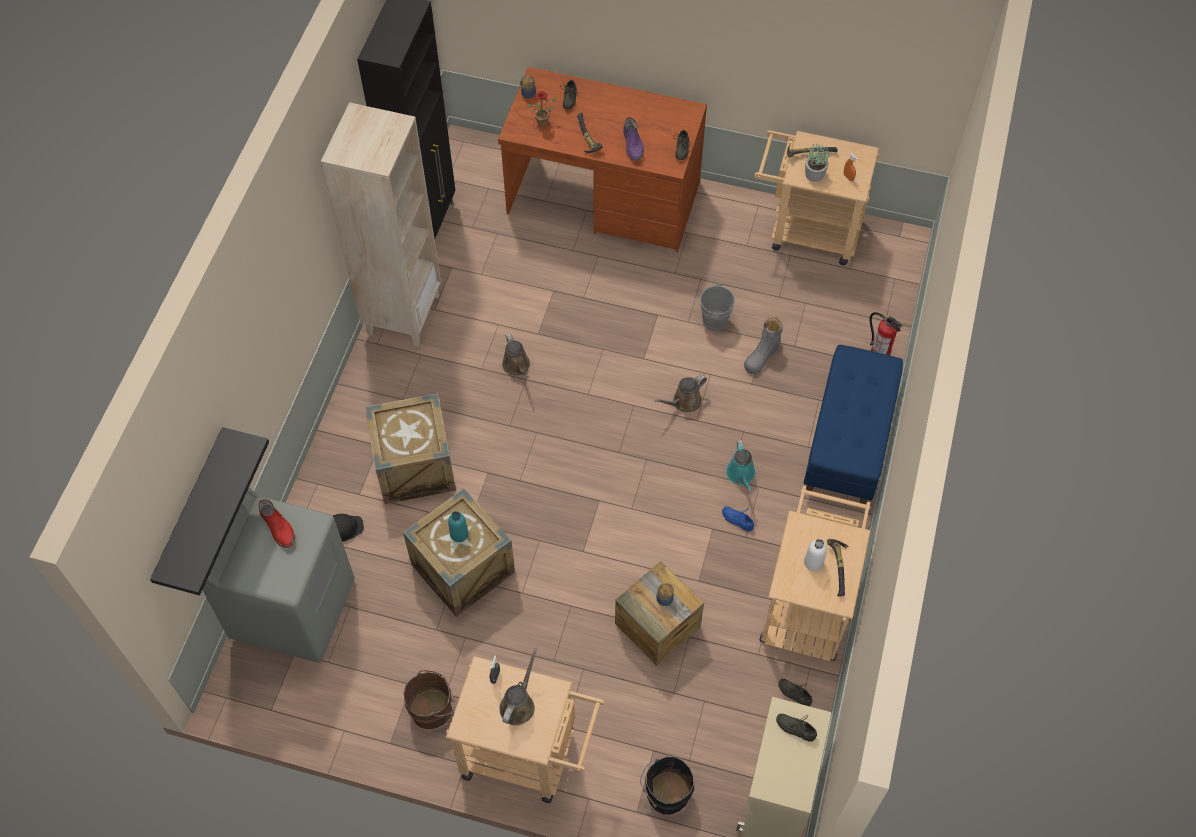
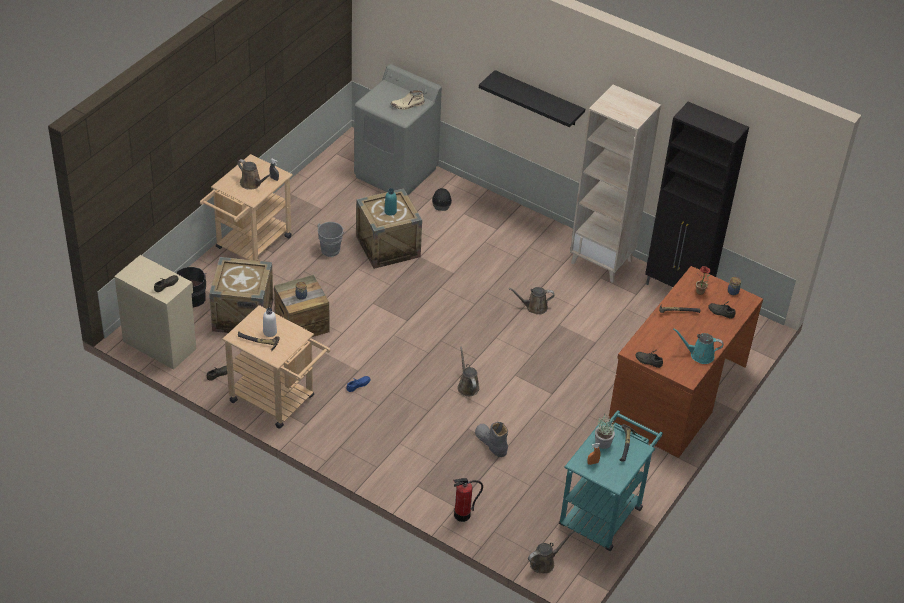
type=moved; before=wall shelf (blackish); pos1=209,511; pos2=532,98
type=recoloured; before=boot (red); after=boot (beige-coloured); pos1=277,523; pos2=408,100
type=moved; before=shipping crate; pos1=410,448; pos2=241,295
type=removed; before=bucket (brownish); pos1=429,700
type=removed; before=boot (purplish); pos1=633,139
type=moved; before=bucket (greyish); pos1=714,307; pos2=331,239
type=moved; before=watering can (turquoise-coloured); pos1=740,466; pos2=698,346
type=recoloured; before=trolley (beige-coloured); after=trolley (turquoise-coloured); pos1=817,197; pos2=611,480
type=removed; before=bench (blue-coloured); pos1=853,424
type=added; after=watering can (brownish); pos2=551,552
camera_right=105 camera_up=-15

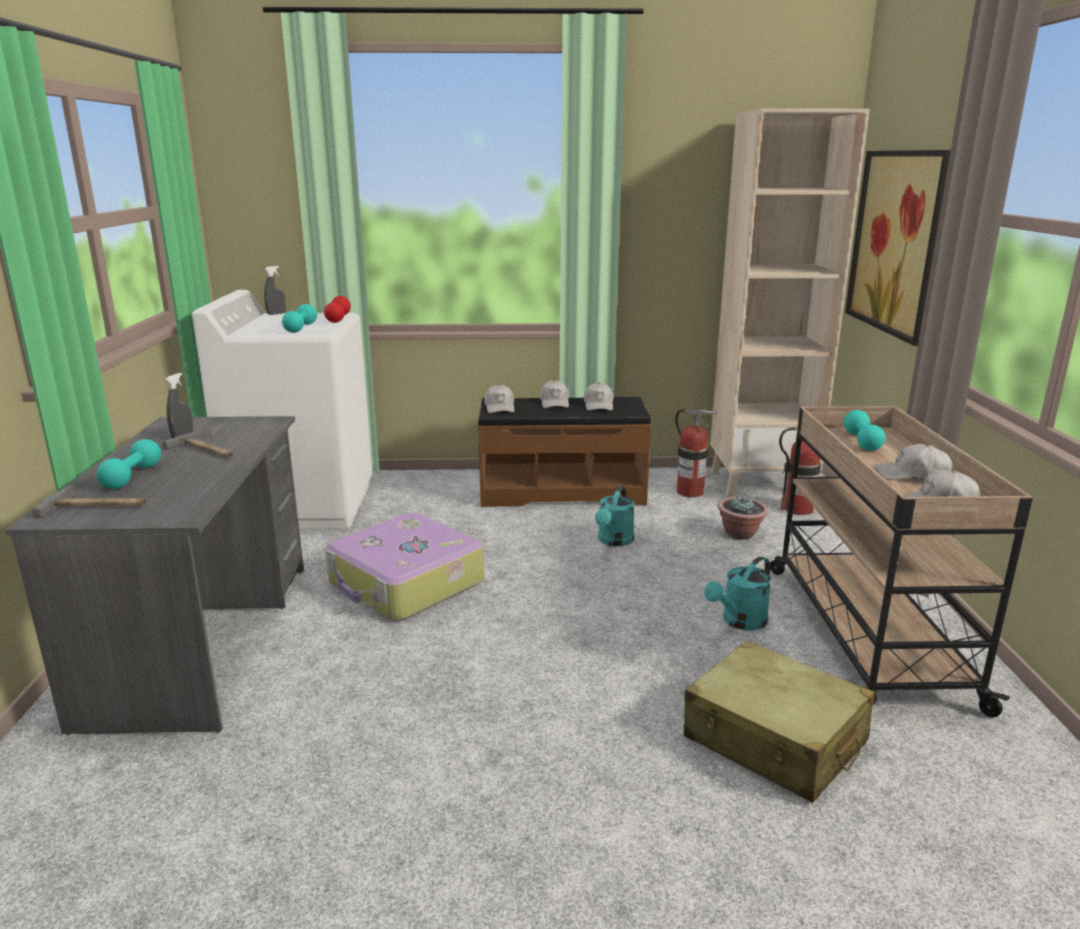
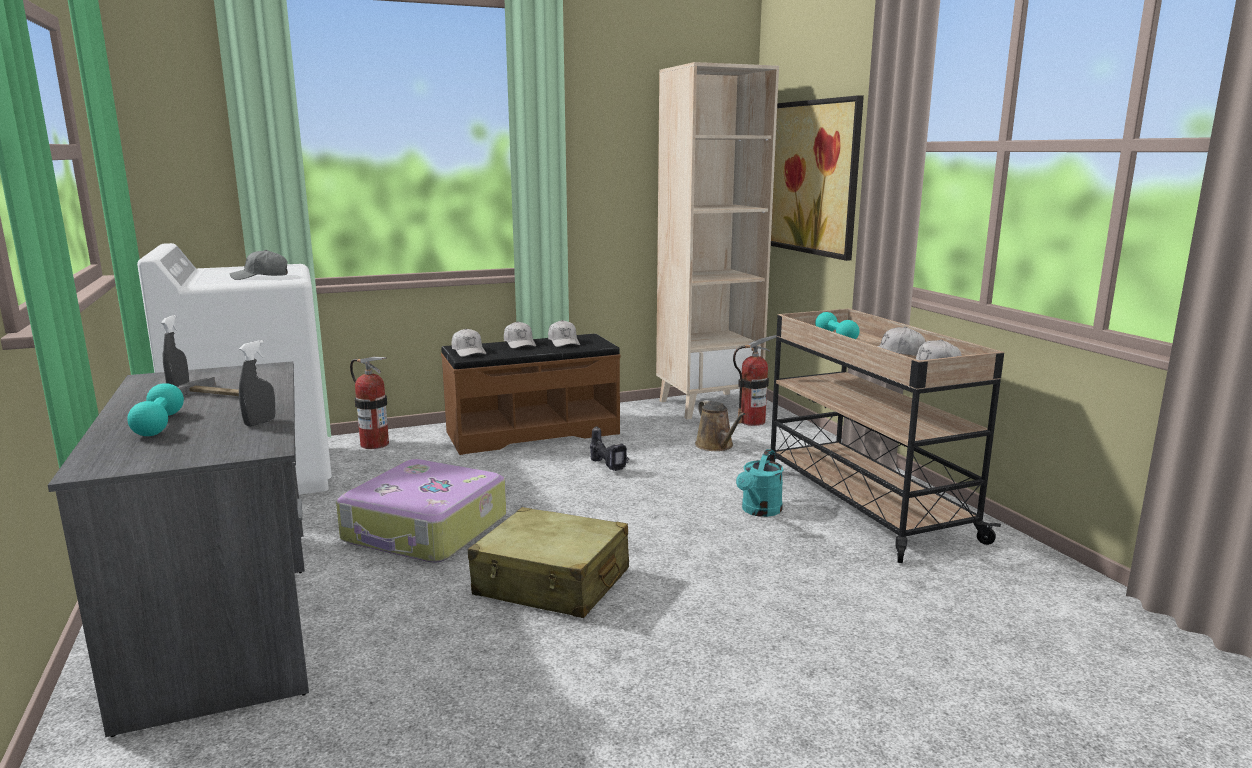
type=removed; before=hand hammer; pos1=89,502
type=moved; before=spray bottle (greyish); pos1=275,290; pos2=257,383
type=replaced; before=hand weight (turquoise-coloured); after=cap (greyish); pos1=299,318; pos2=259,265
type=removed; before=hand weight (red); pos1=337,309
type=replaced; before=watering can (turquoise-coloured); after=electric drill; pos1=615,515; pos2=609,448
type=moved; before=fire extinguisher; pos1=696,453; pos2=369,403
type=moved; before=piece of luggage (beige-coloured); pos1=779,722; pos2=548,562
type=replaced; before=potted plant; after=watering can (brownish); pos1=743,518; pos2=720,425
camera_right=-20 camera_up=-5

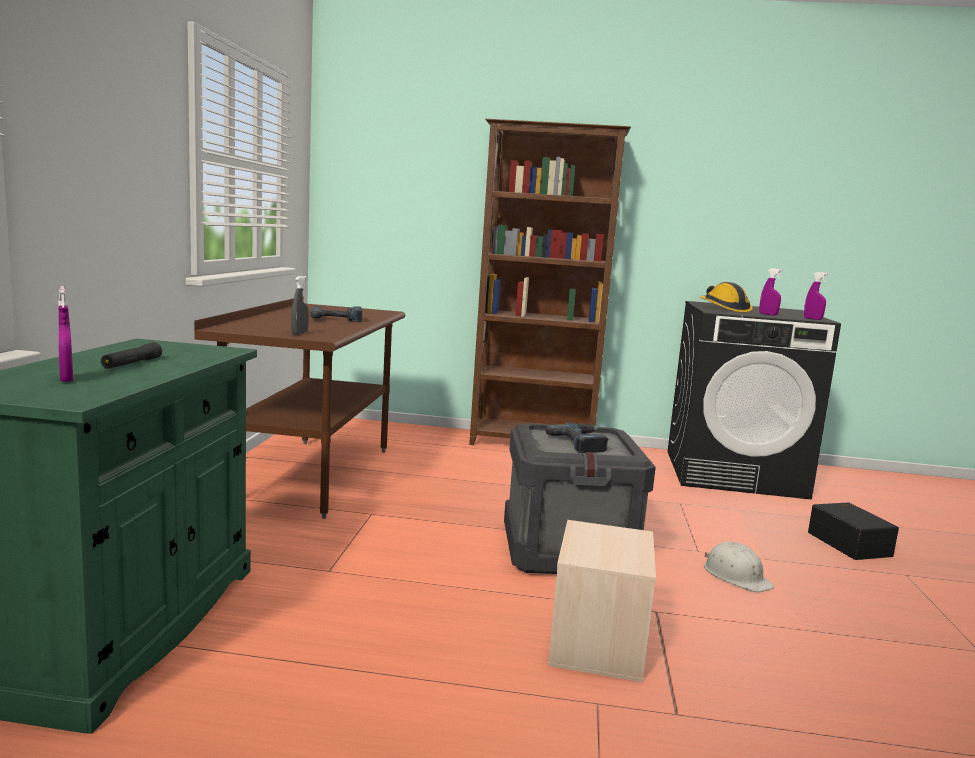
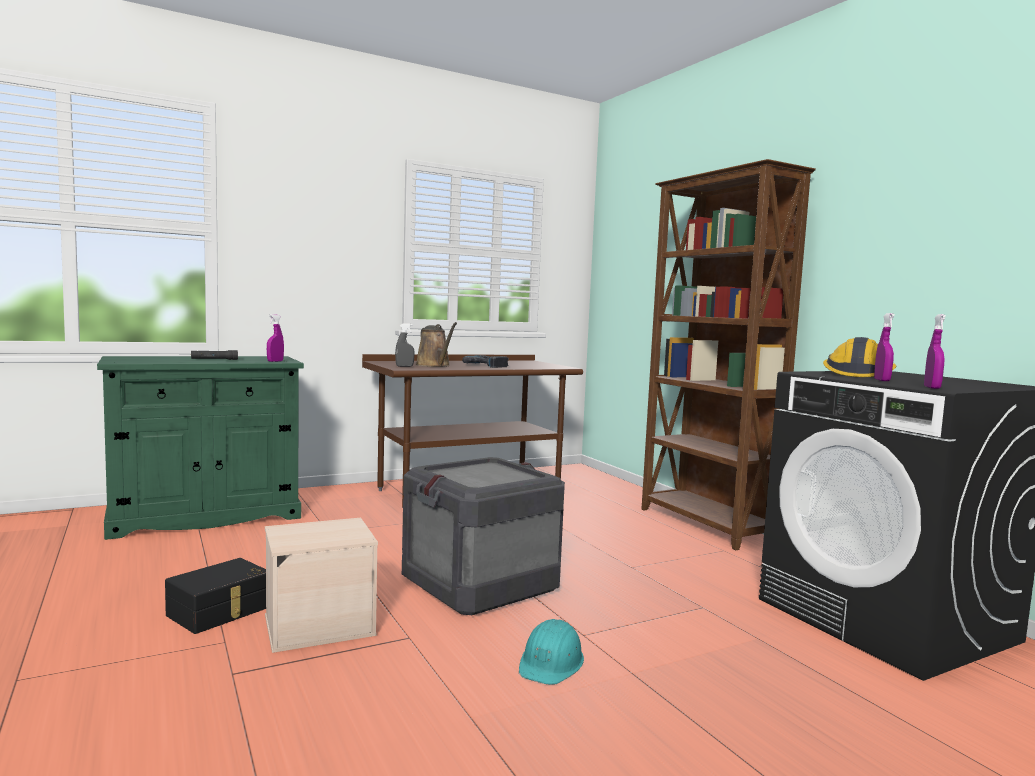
type=moved; before=spray bottle (purplish); pos1=65,334; pos2=275,338
type=removed; before=electric drill; pos1=577,438
type=recoloured; before=hard hat (white-coloured); after=hard hat (turquoise-coloured); pos1=739,566; pos2=551,652
type=moved; before=storage bin (blackish); pos1=853,531; pos2=215,596
type=added; after=watering can (brownish); pos2=436,344
camera_right=55 camera_up=-5

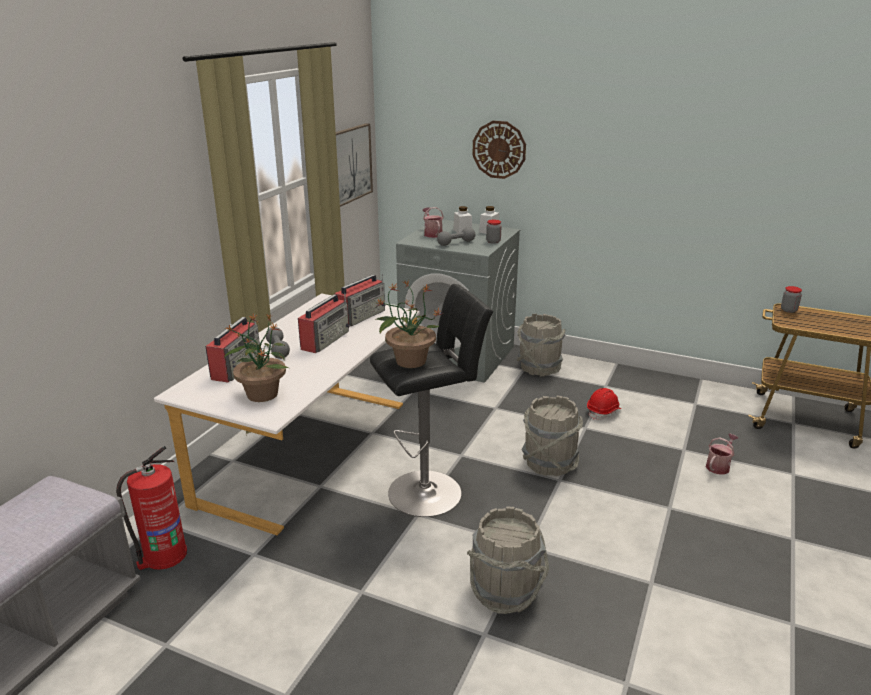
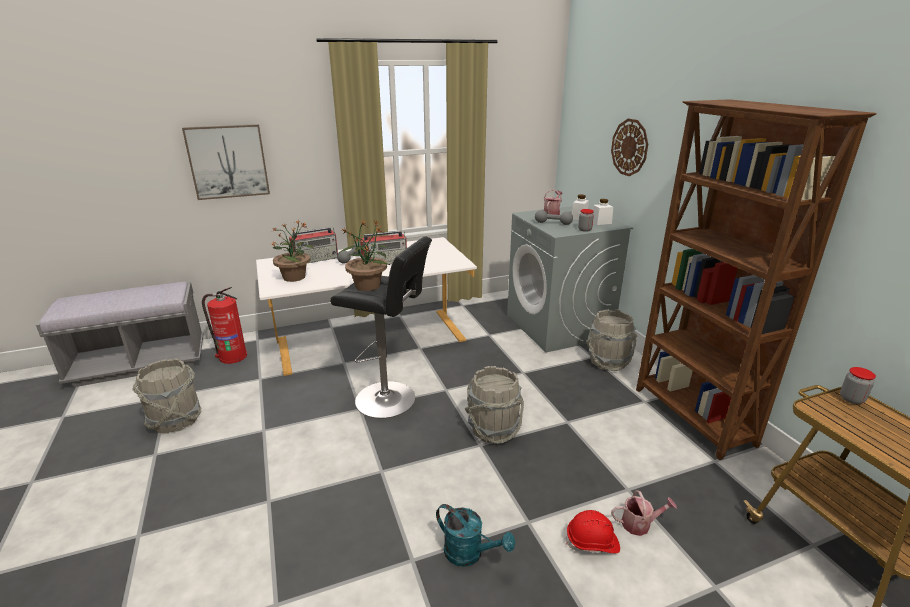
type=removed; before=radio; pos1=360,300
type=moved; before=wall art; pos1=354,165; pos2=226,162
type=moved; before=bucket (greyish); pos1=508,560; pos2=167,395
type=moved; before=hard hat (red); pos1=604,404; pos2=593,532
type=added; after=watering can (turquoise-coloured); pos2=475,535
type=added; after=shelving unit (brownish); pos2=756,279
camera_right=45 camera_up=0

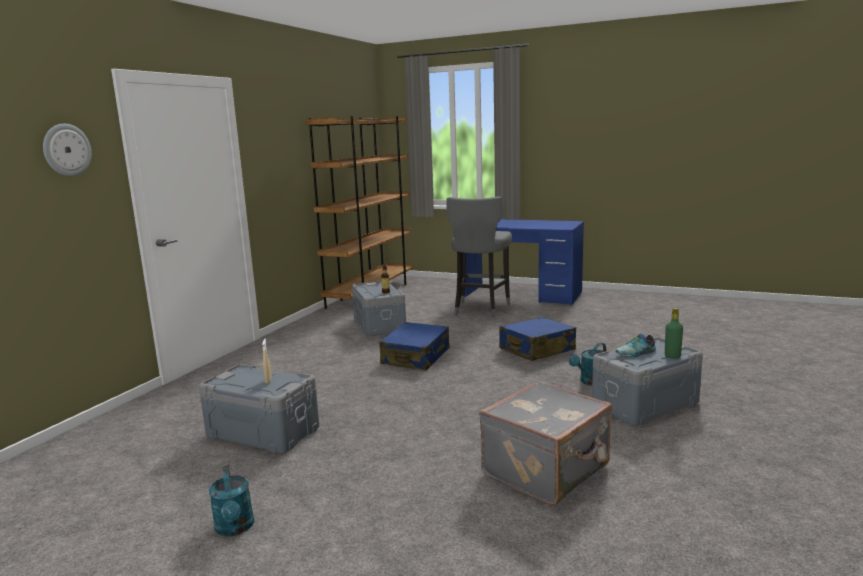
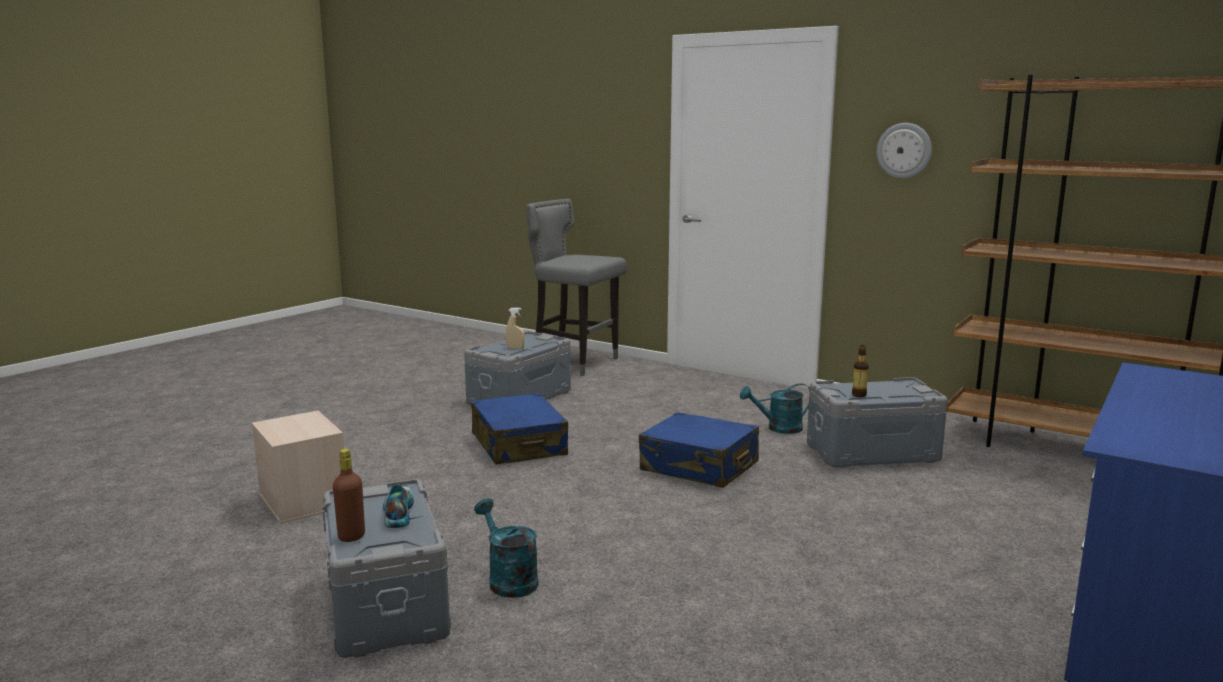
type=moved; before=hanging clock; pos1=67,150; pos2=904,151
type=moved; before=watering can (turquoise-coloured); pos1=231,500; pos2=775,408
type=moved; before=sitting stool (greyish); pos1=479,257; pos2=577,287
type=replaced; before=piece of luggage (greyish); after=storage bin (beige-coloured); pos1=545,442; pos2=298,467
type=moved; before=piece of luggage (blue-coloured); pos1=537,339; pos2=519,429
type=recoloured; before=beverage bottle (green-coloured); after=beverage bottle (brownish); pos1=674,333; pos2=349,495
camera_right=100 camera_up=0

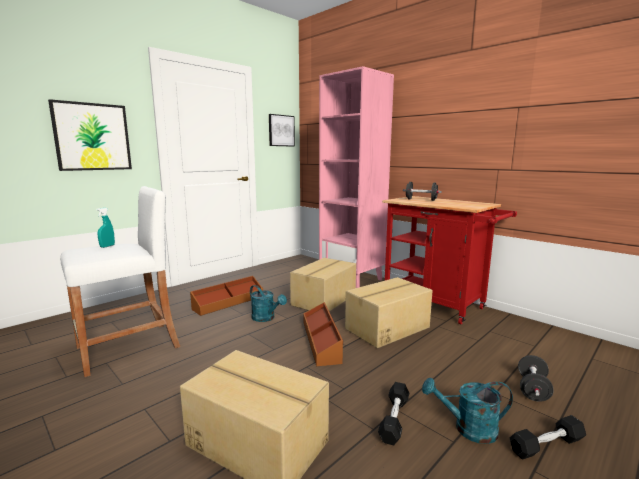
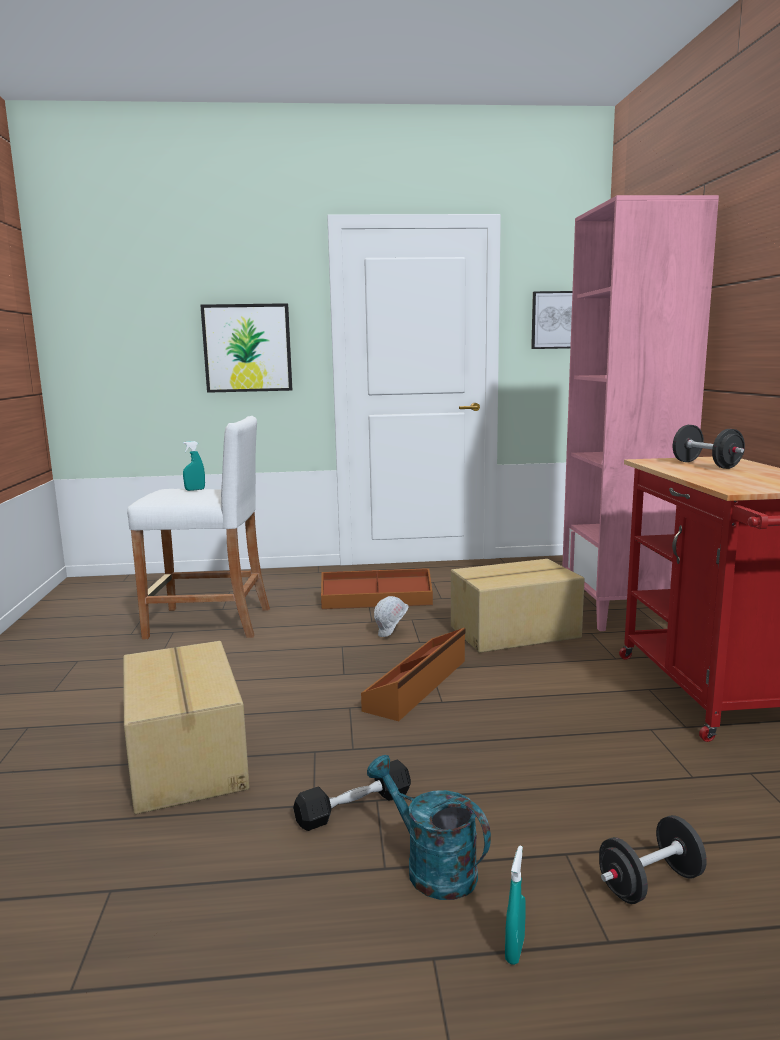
type=replaced; before=watering can (turquoise-coloured); after=hard hat (white-coloured); pos1=268,303; pos2=391,616
type=removed; before=cardboard box; pos1=388,312
type=replaced; before=hand weight (blackish); after=spray bottle (turquoise-coloured); pos1=548,437; pos2=515,905
camera_right=40 camera_up=0

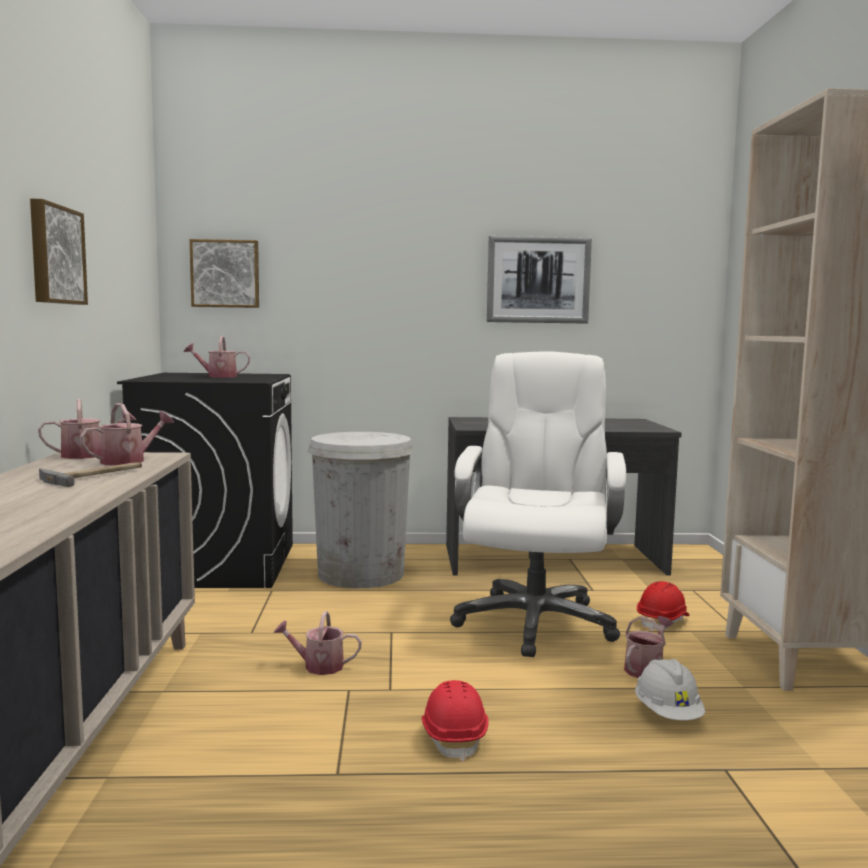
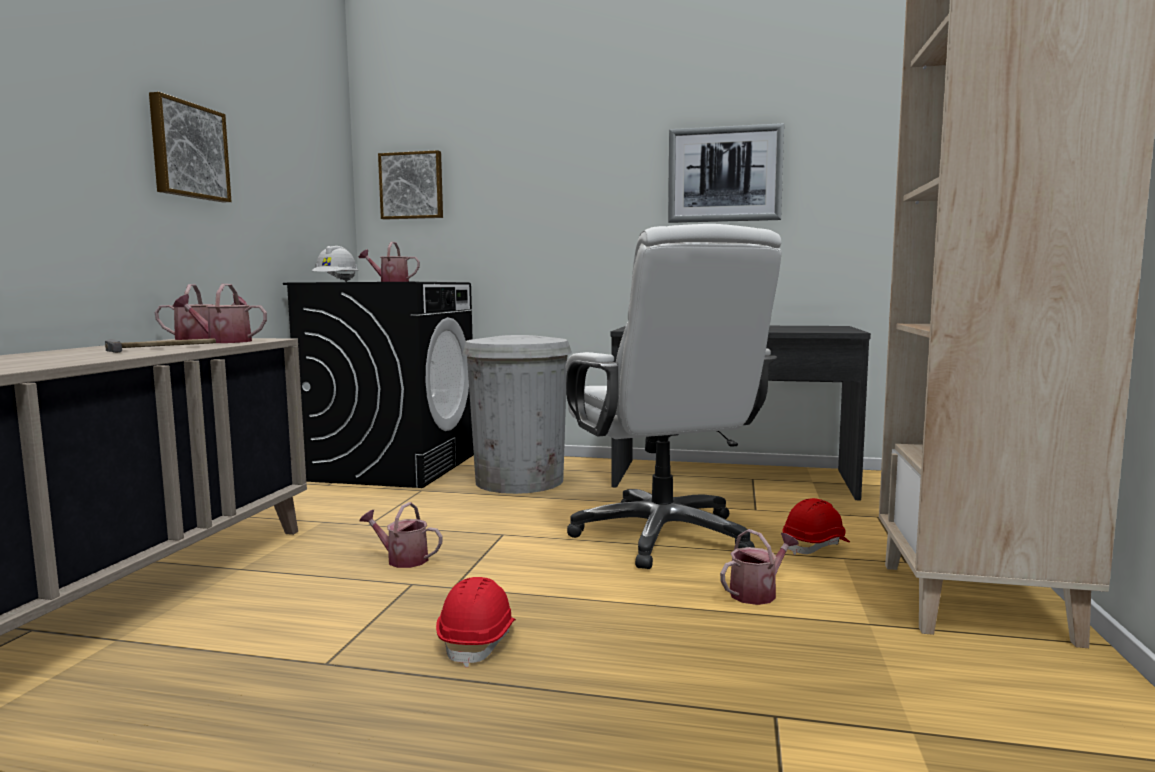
type=turned; before=watering can; pos1=127,434; pos2=220,313; turn=-150
type=turned; before=office chair (white-coloured); pos1=538,504; pos2=674,396; turn=135
type=moved; before=hard hat (white-coloured); pos1=670,689; pos2=334,264
camera_right=15 camera_up=0

